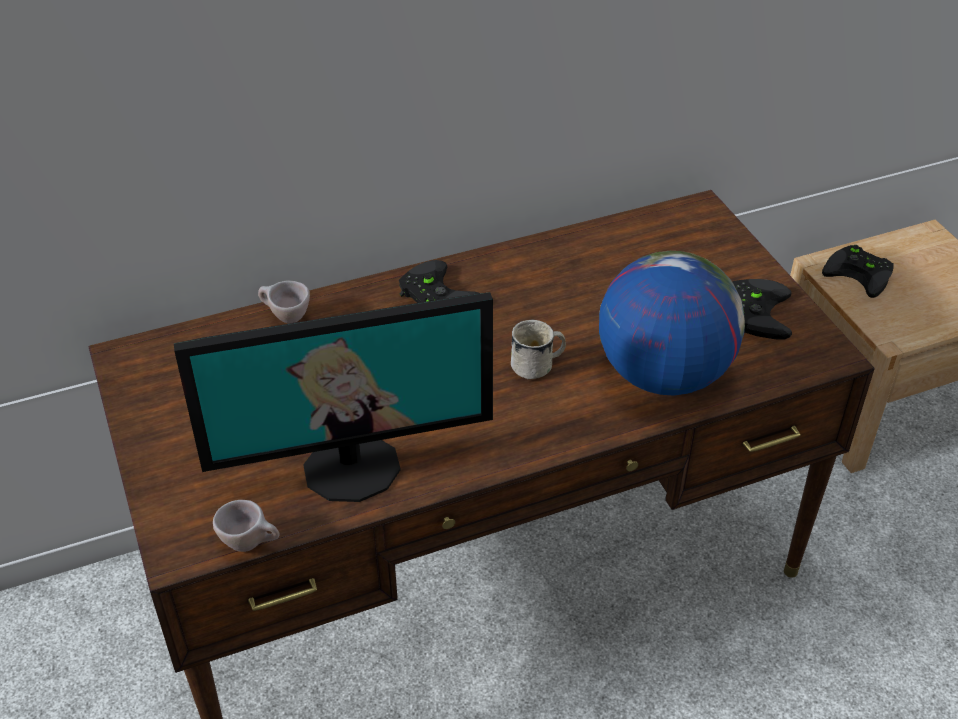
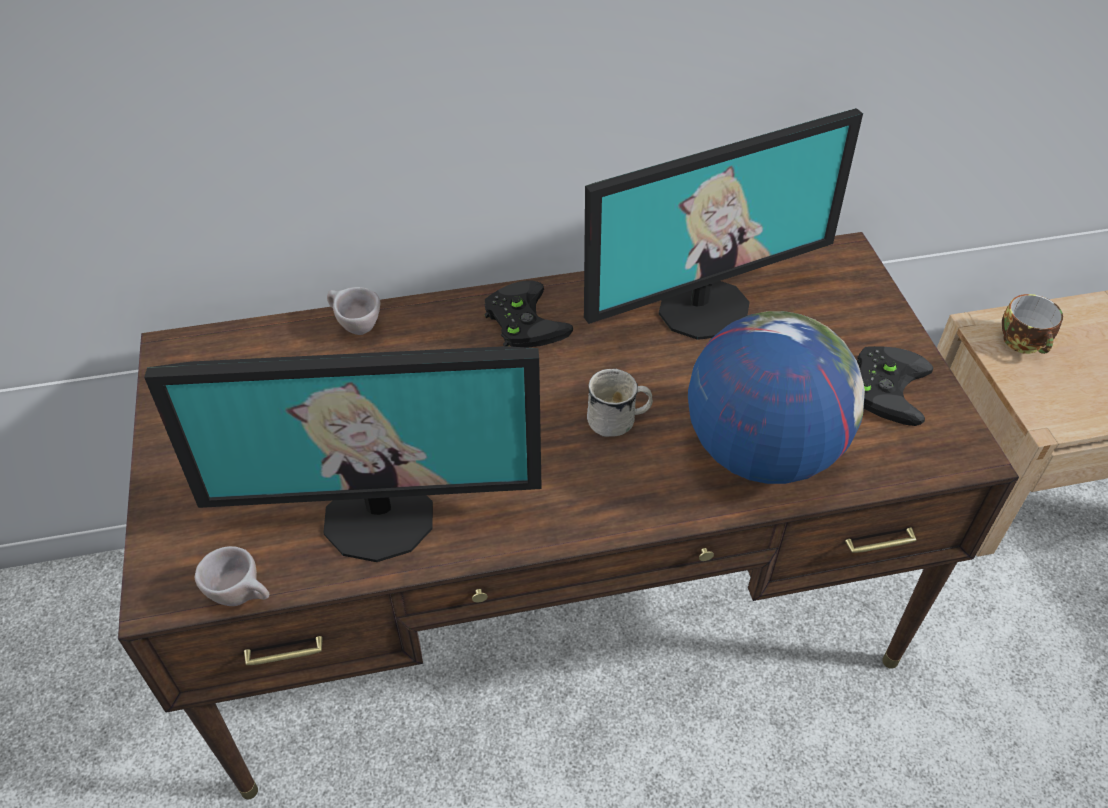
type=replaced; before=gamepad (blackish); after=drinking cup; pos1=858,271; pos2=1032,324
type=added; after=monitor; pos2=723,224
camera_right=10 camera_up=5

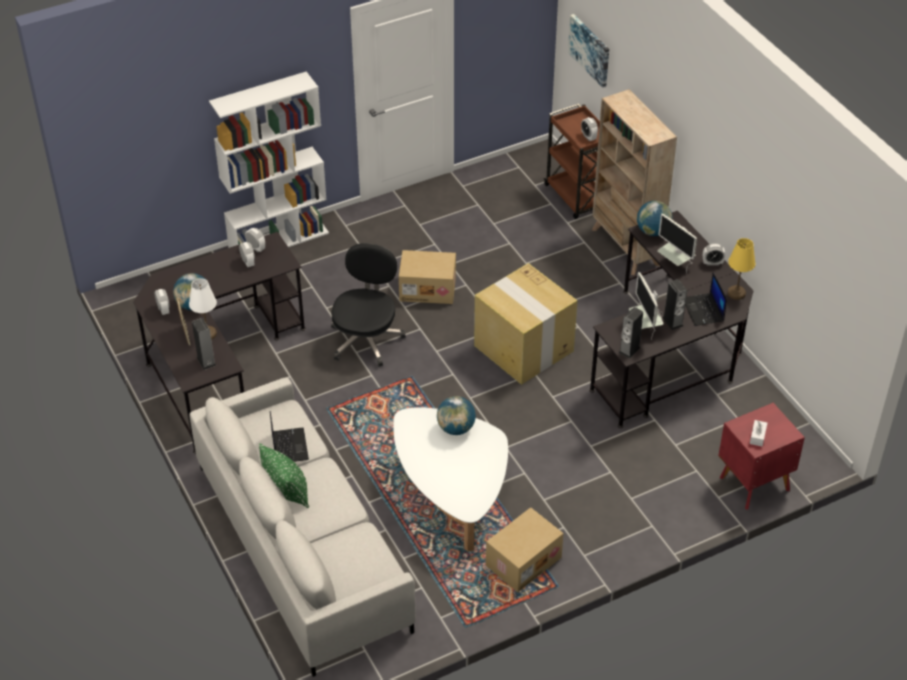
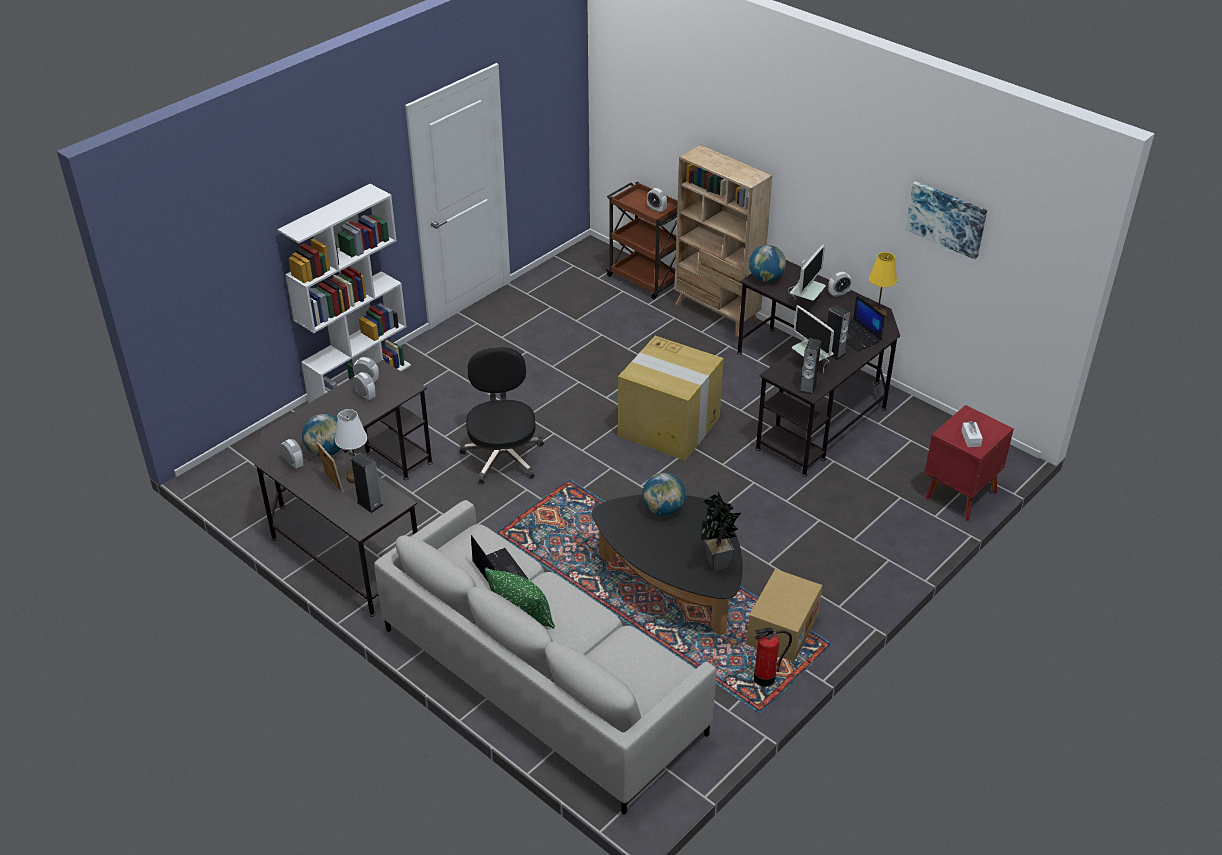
type=recoloured; before=low table (white-coloured); after=low table (blackish); pos1=450,479; pos2=667,565
type=removed; before=cardboard box; pos1=427,277
type=moved; before=wall art; pos1=588,51; pos2=946,220
type=turned; before=monitor; pos1=677,243; pos2=807,273; turn=-90
type=added; after=potted plant; pos2=721,531
type=added; after=fire extinguisher; pos2=773,657
camera_right=-20 camera_up=-5

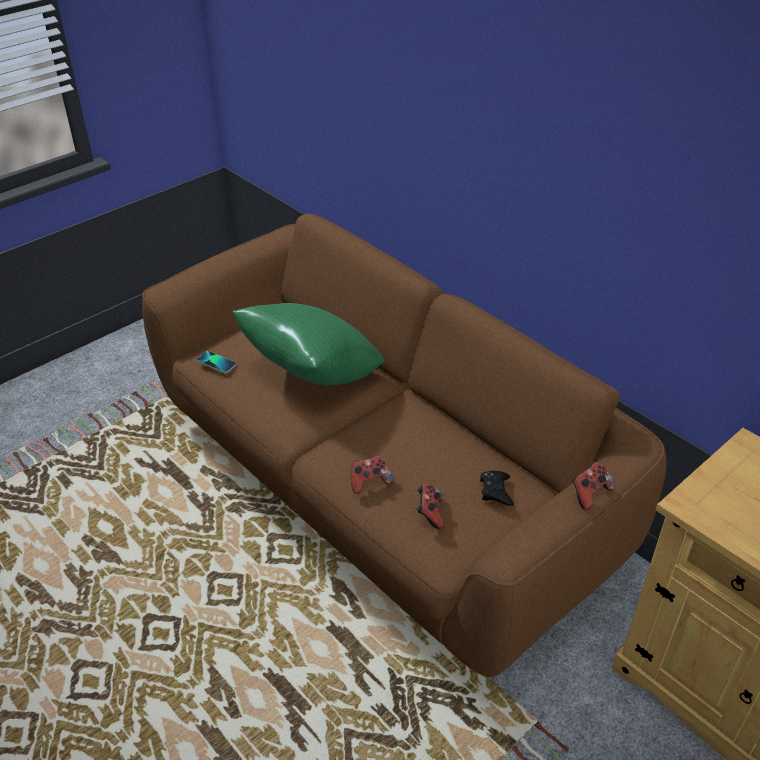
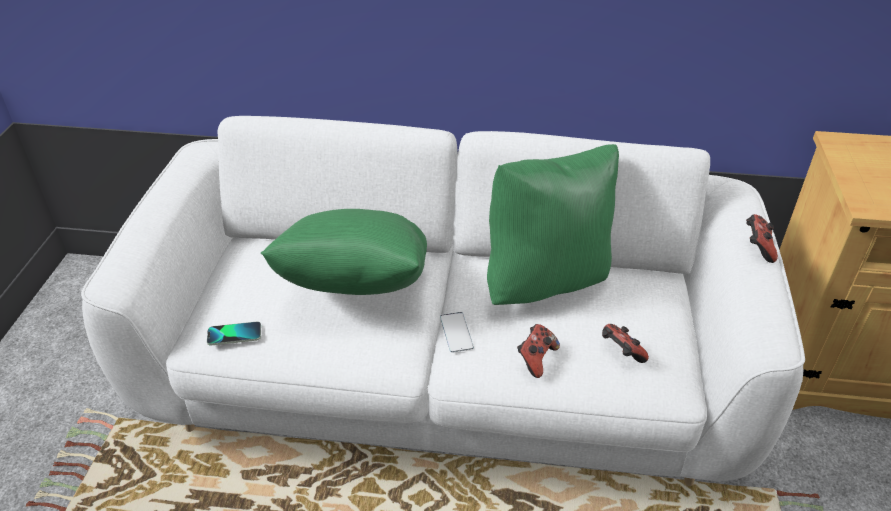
type=recoloured; before=settee (brownish); after=settee (white-coloured); pos1=404,445; pos2=443,301
type=removed; before=gamepad (blackish); pos1=497,488
type=added; after=telephone; pos2=457,332
type=added; after=throw pillow (green-coloured); pos2=553,224
camera_right=-40 camera_up=0

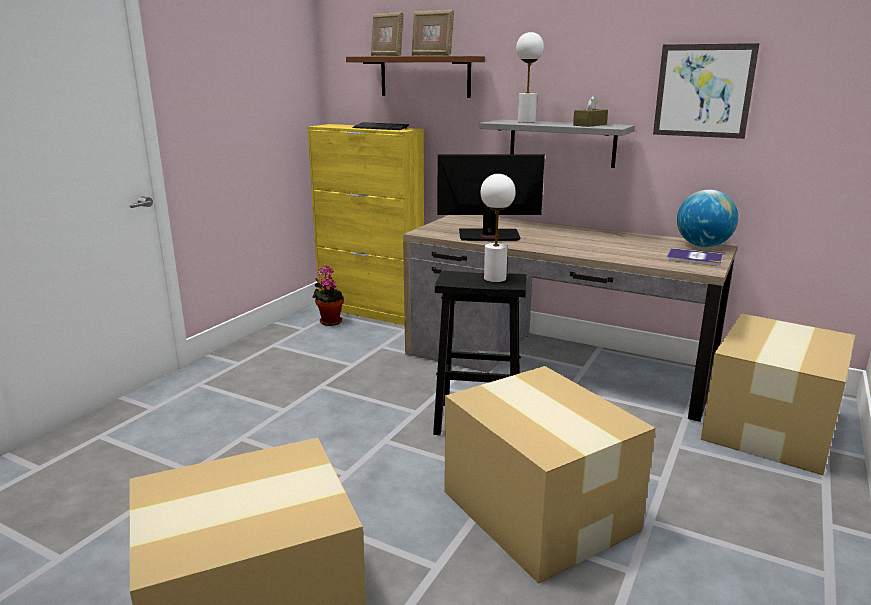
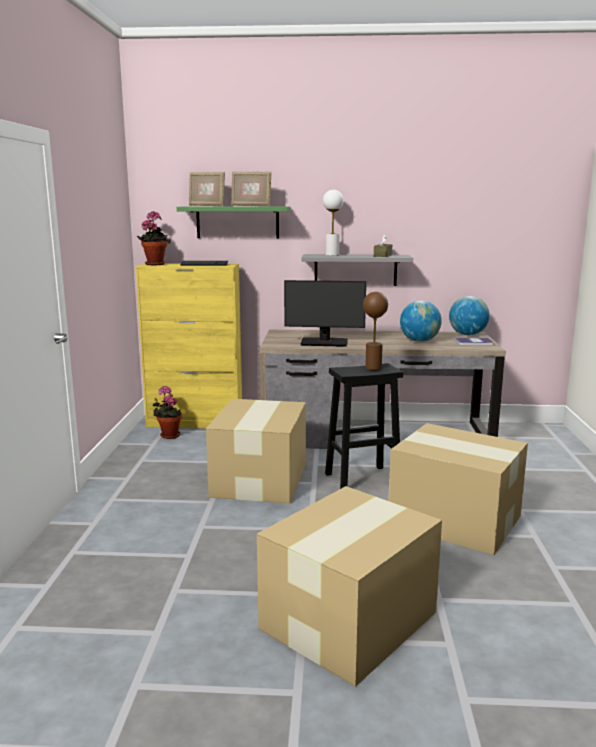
type=recoloured; before=wall shelf (brownish); after=wall shelf (green-coloured); pos1=415,77; pos2=234,222
type=turned; before=monitor; pos1=491,197; pos2=325,313; turn=-150
type=recoloured; before=table lamp (white-coloured); after=table lamp (brownish); pos1=498,228; pos2=375,331
type=removed; before=wall art; pos1=706,91
type=moved; before=cardboard box; pos1=778,394; pos2=256,451
type=added; after=potted plant; pos2=154,238
type=added; after=desk globe; pos2=421,321
camera_right=-25 camera_up=-5

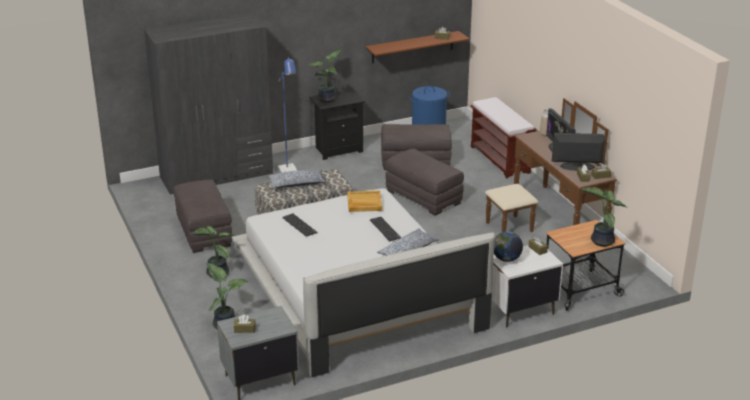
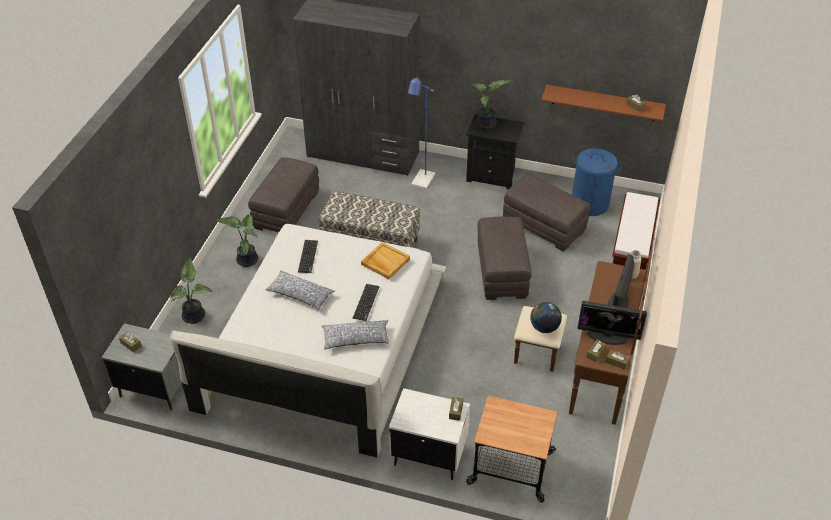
type=moved; before=throw pillow; pos1=296,178; pos2=300,290
type=moved; before=desk globe; pos1=508,246; pos2=546,317
type=turned; before=monitor; pos1=578,152; pos2=612,323; turn=150
type=removed; before=potted plant; pos1=604,217
camera_right=40 camera_up=15

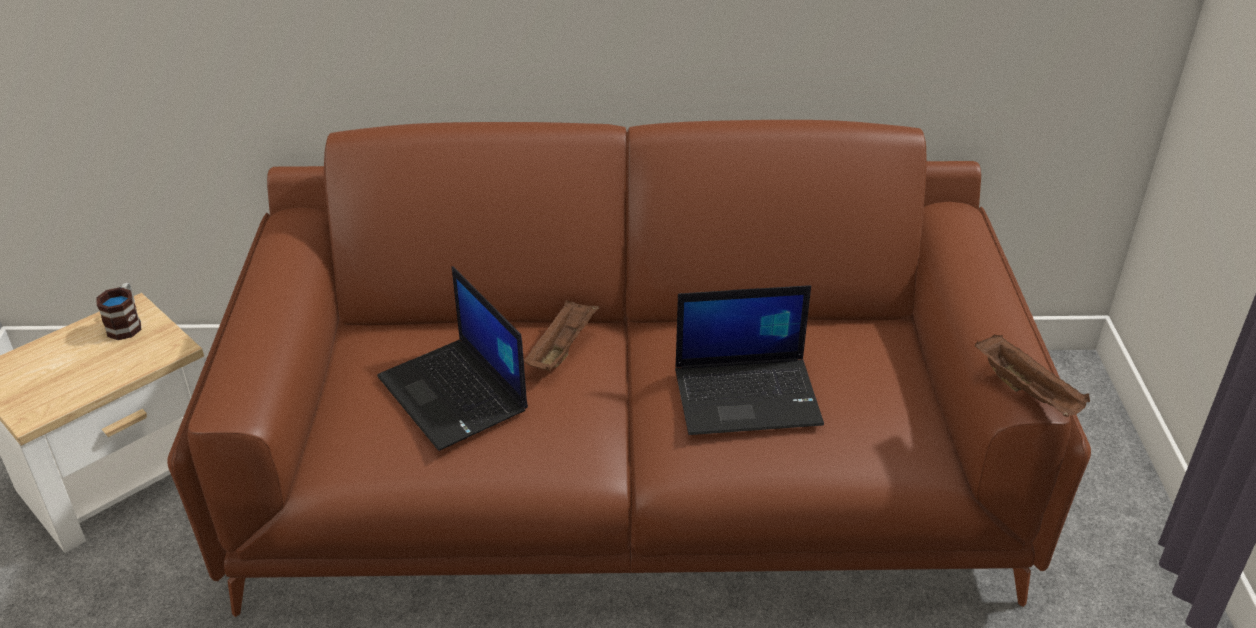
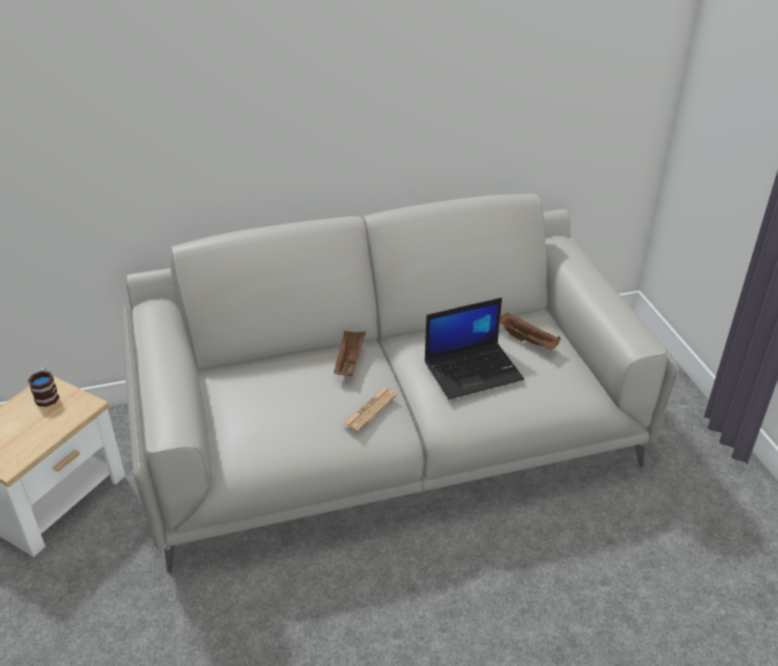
type=recoloured; before=settee (brownish); after=settee (greyish); pos1=629,368; pos2=400,383
type=removed; before=portable computer; pos1=452,358
type=moved; before=tray (brownish); pos1=1032,375; pos2=530,331
type=added; after=daily paper; pos2=370,409
camera_right=-15 camera_up=0

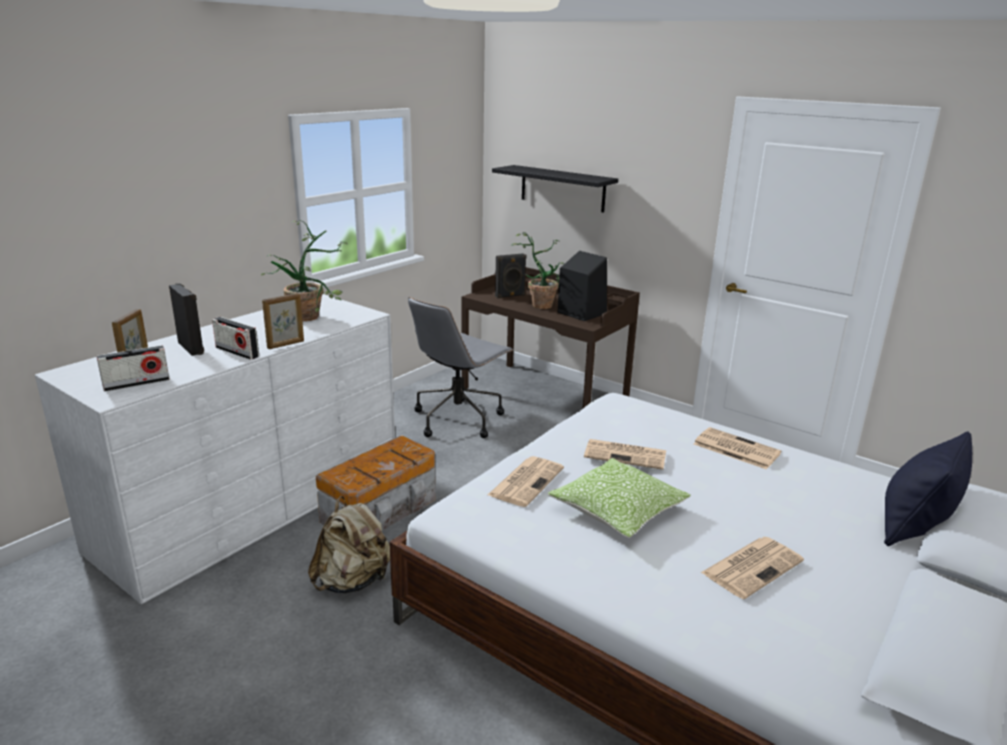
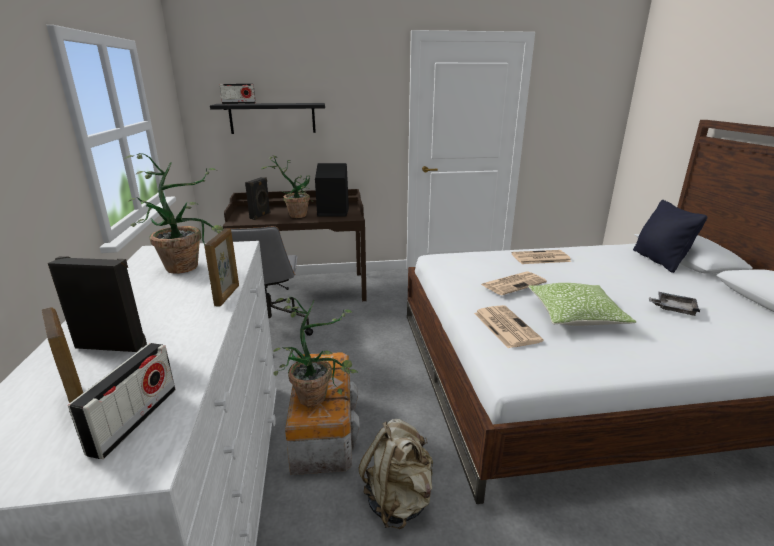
type=moved; before=radio; pos1=235,338; pos2=237,94
type=replaced; before=daily paper; after=tray (greyish); pos1=752,568; pos2=674,304
type=added; after=potted plant; pos2=315,352
camera_right=-45 camera_up=0

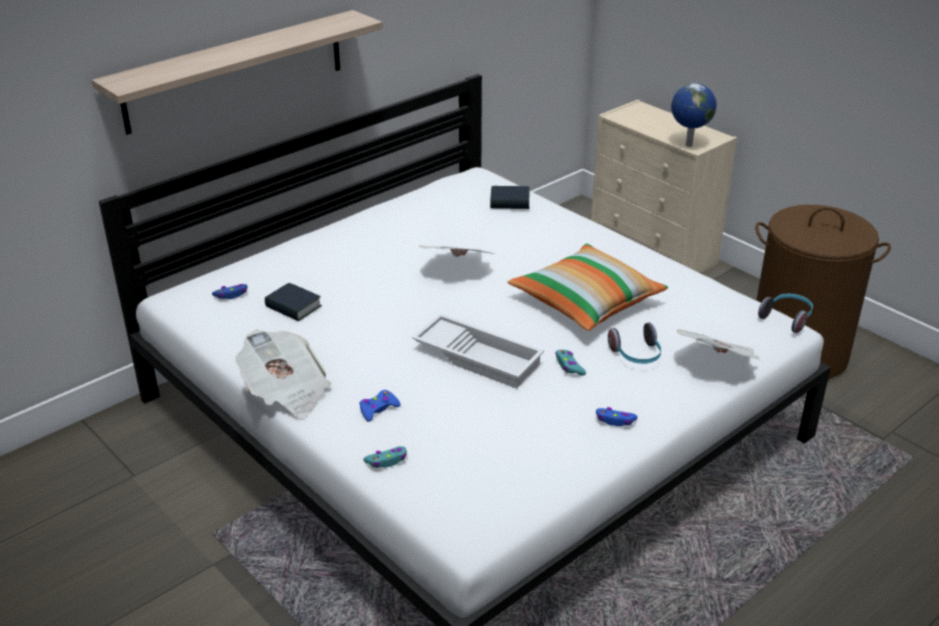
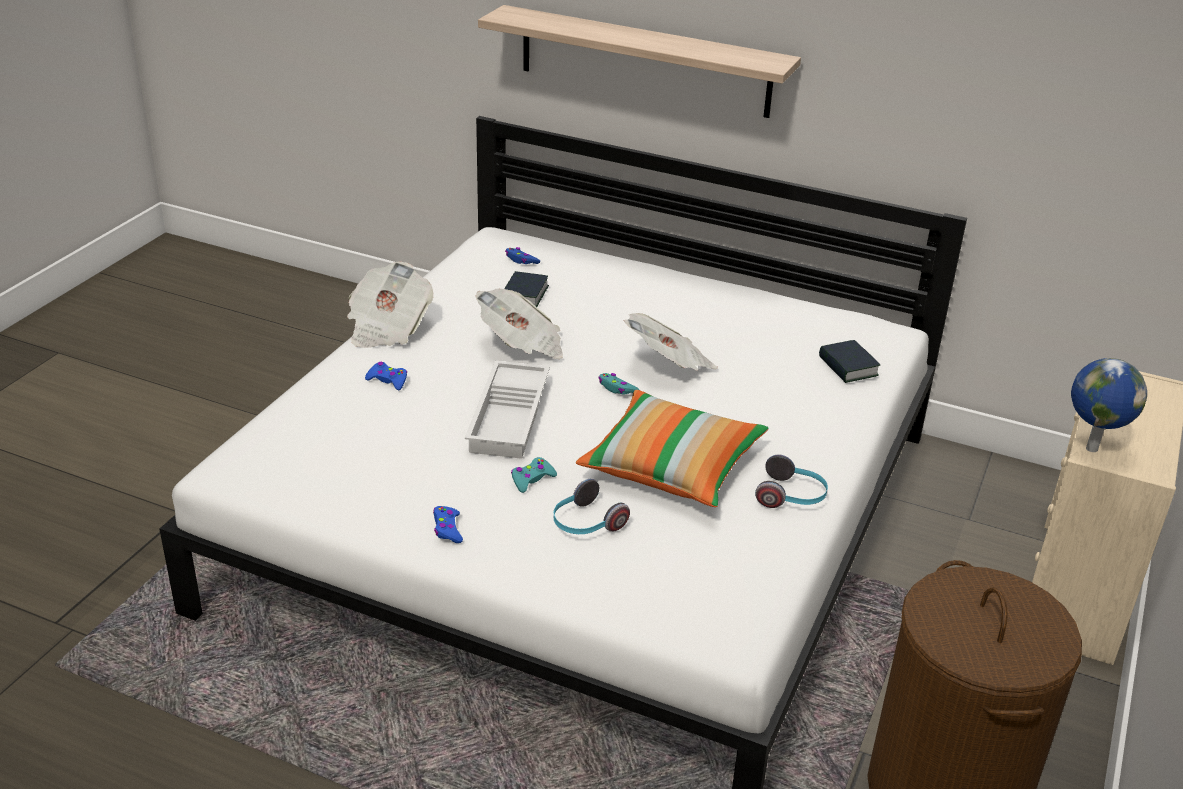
type=moved; before=gamepad (turquoise-coloured); pos1=385,457; pos2=618,384
type=moved; before=daily paper; pos1=718,344; pos2=519,324
type=moved; before=headphones; pos1=785,313; pos2=791,481
camera_right=65 camera_up=0

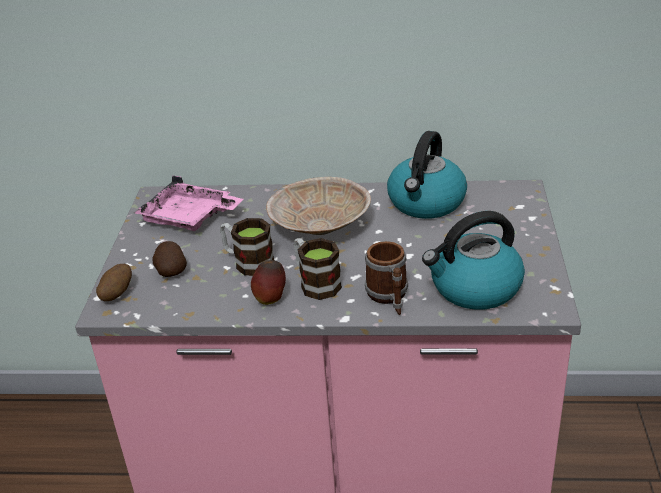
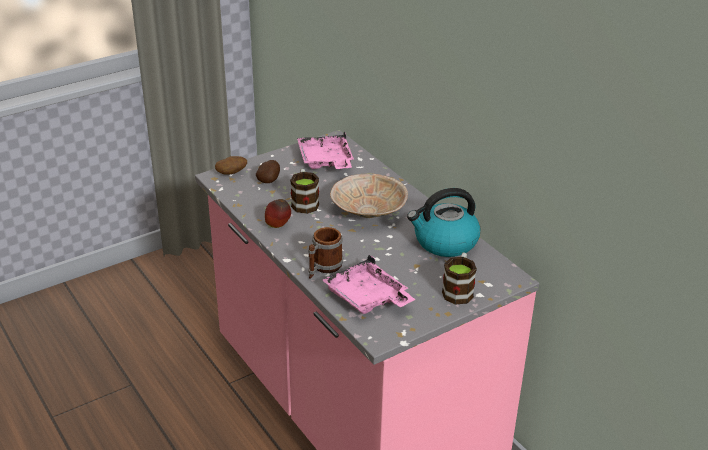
type=moved; before=mug; pos1=318,269; pos2=459,279
type=replaced; before=water kettle; after=tray (pink-coloured); pos1=473,260; pos2=368,284
camera_right=50 camera_up=0

